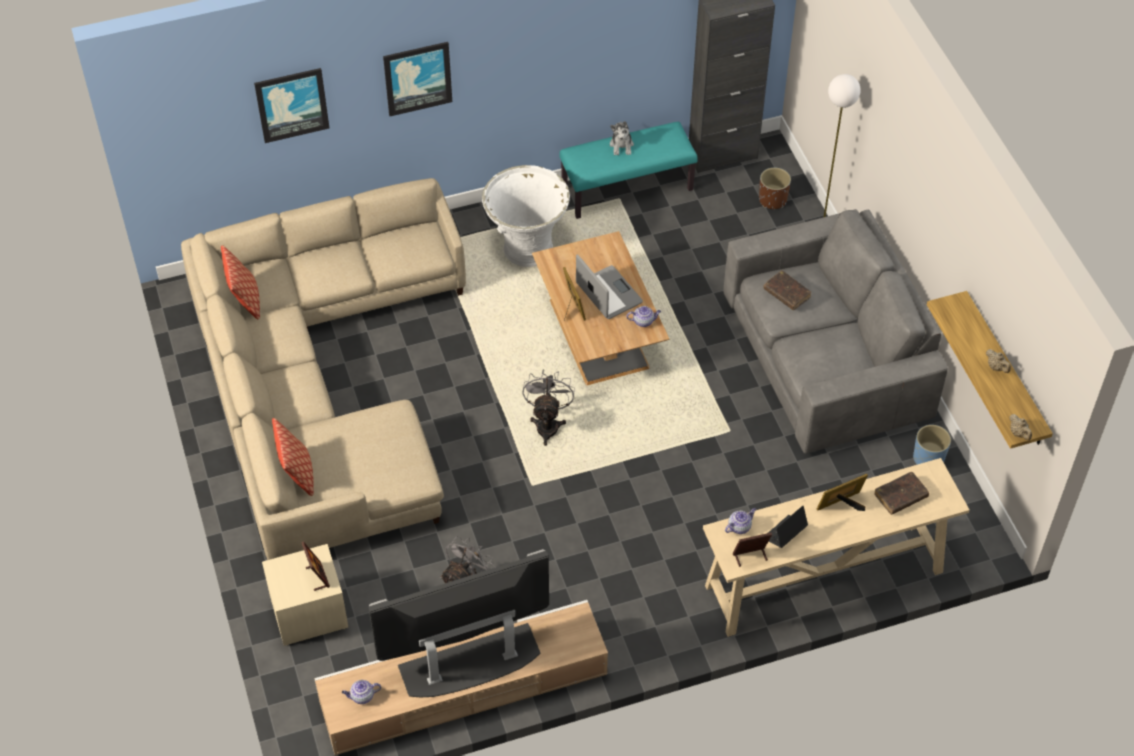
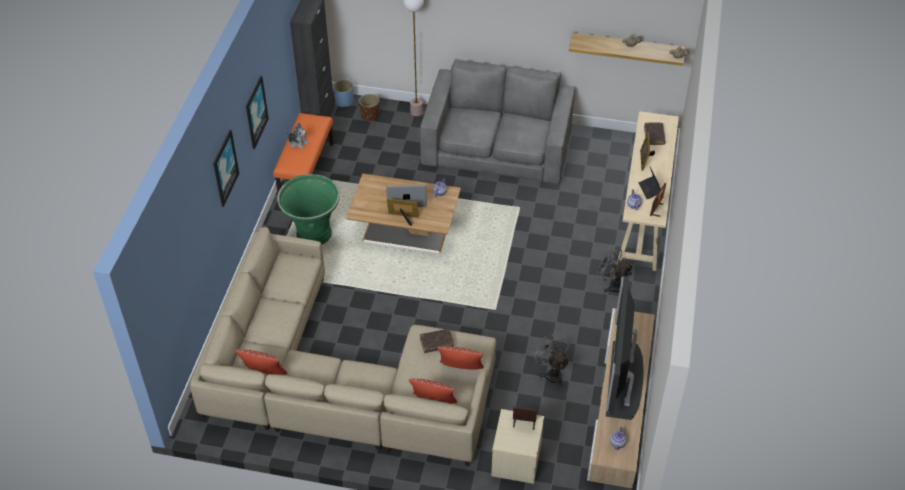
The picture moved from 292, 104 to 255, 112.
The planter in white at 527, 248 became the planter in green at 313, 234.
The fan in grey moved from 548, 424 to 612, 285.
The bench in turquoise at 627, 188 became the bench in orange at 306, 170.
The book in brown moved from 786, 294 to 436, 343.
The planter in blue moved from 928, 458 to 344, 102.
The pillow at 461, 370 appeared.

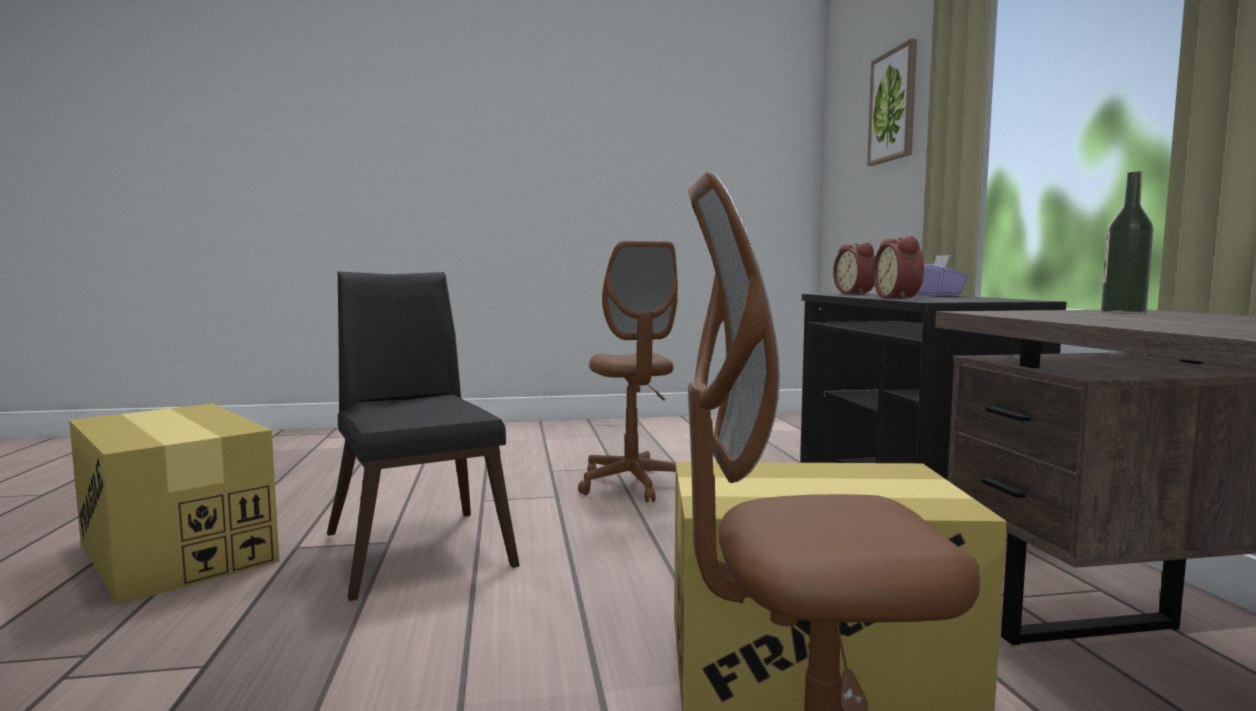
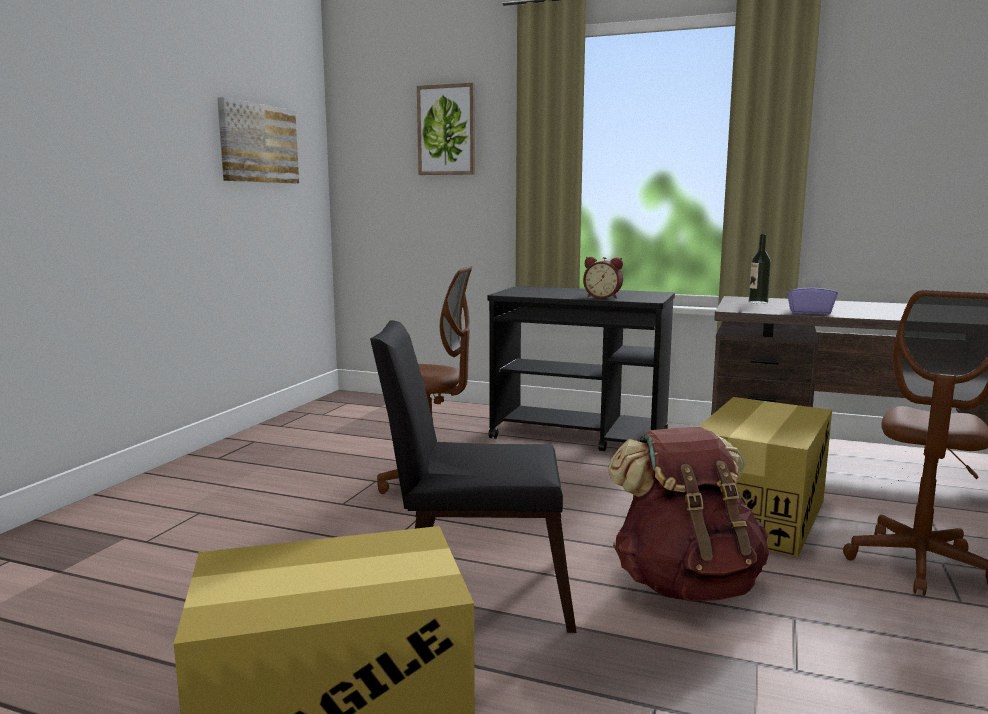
The alarm clock at 856, 293 disappeared.
The tissue box in purple moved from 936, 295 to 809, 312.
The picture at 258, 143 appeared.
The backpack in brown at 685, 583 appeared.

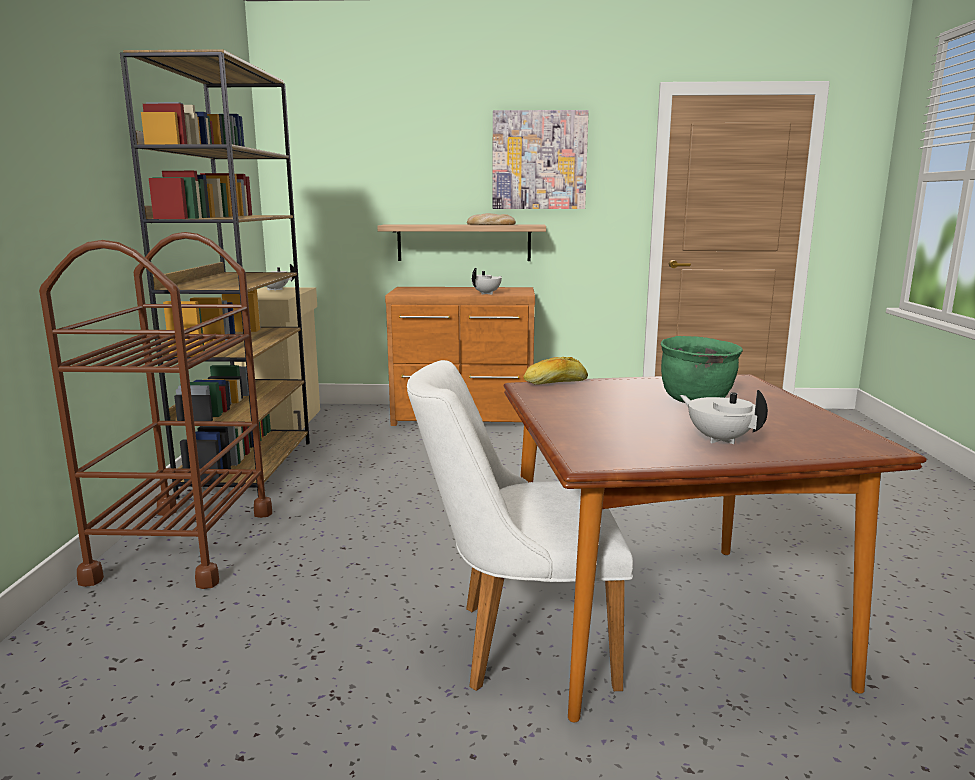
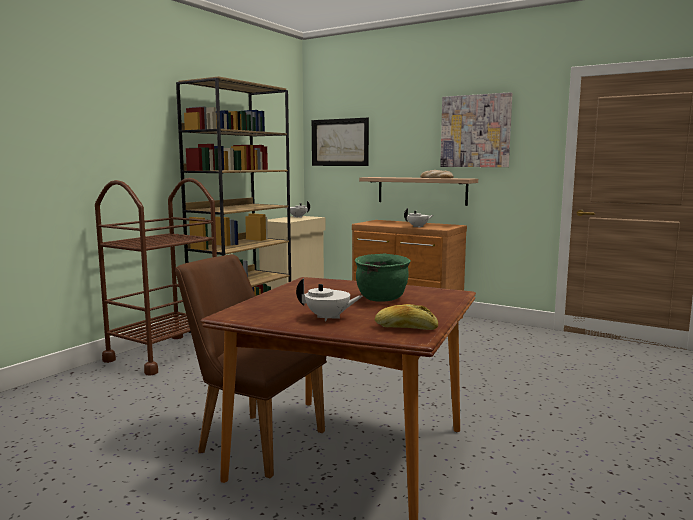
The chair in white at 518, 642 became the chair in brown at 252, 439.
The bread moved from 555, 382 to 405, 328.
The teapot in white at 719, 439 turned 105 degrees clockwise.
The picture at 340, 142 appeared.

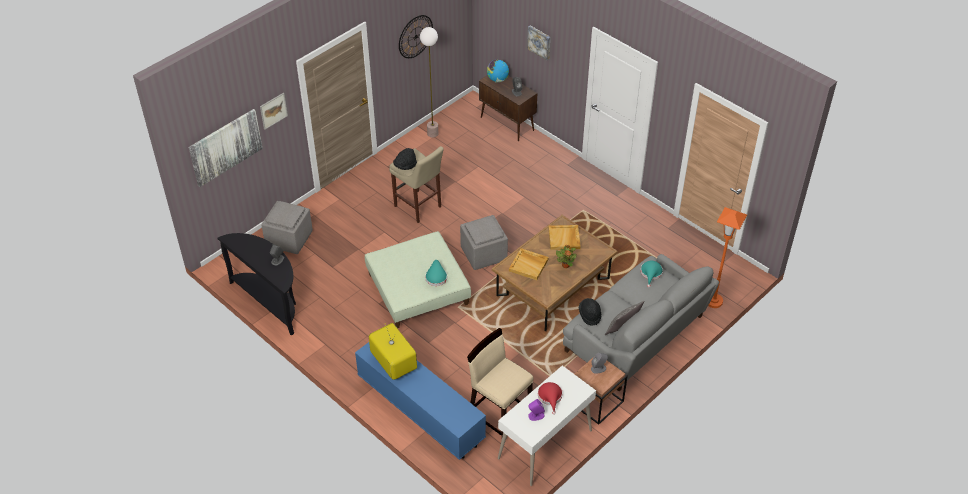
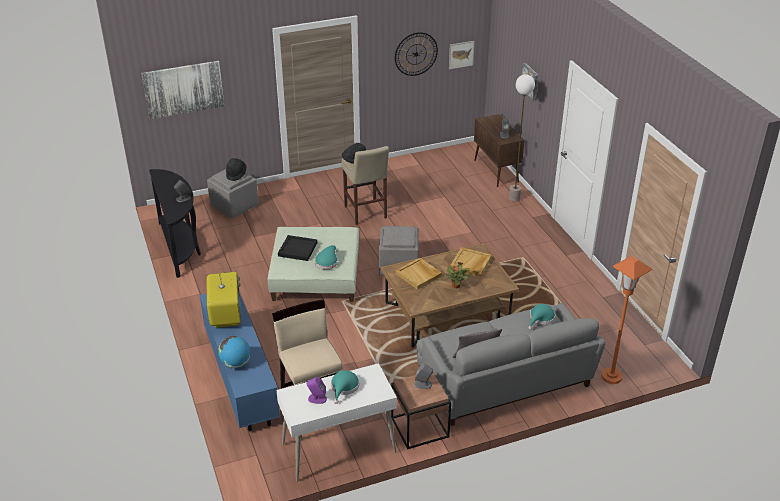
The picture moved from 273, 110 to 461, 54.
The floor lamp moved from 433, 133 to 514, 198.
The globe moved from 497, 79 to 236, 363.
The hat in red at 550, 397 became the hat in turquoise at 344, 387.
The hat in black moved from 590, 315 to 236, 174.
The tray in black at 297, 249 appeared.

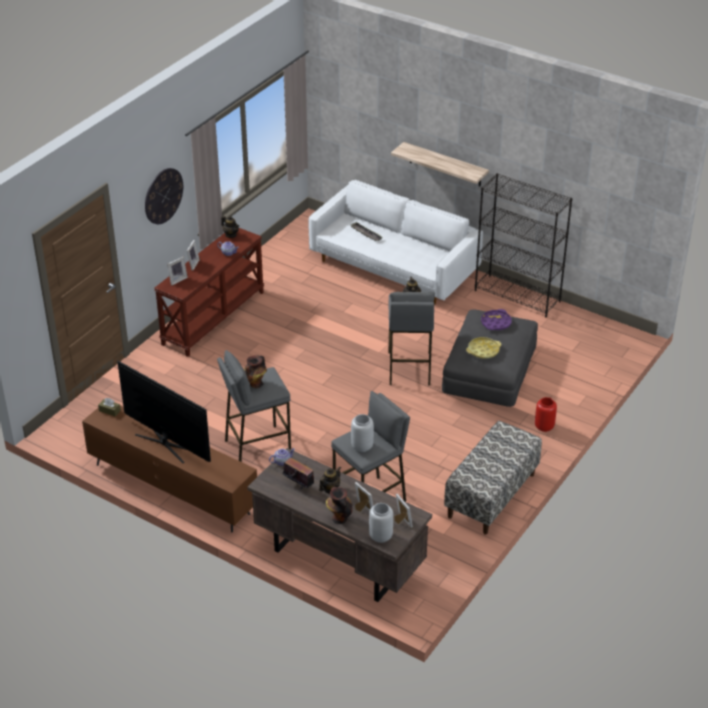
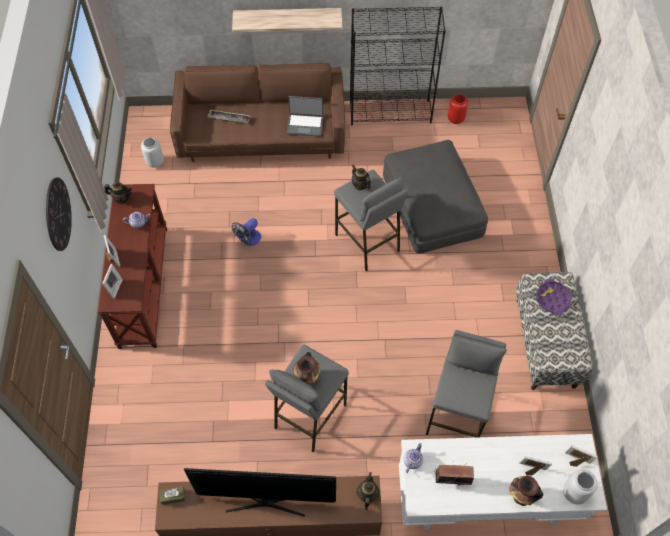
The desk in brown at 338, 560 became the desk in white at 485, 501.
The sofa in white at 394, 267 became the sofa in brown at 262, 135.
The teapot moved from 330, 489 to 367, 495.
The vase in grey moved from 362, 446 to 155, 162.
The tray in yellow at 483, 350 disappeared.
The tray in purple moved from 496, 323 to 552, 299.
The vase in red moved from 544, 427 to 456, 119.
The fan at 248, 240 appeared.
The laptop at 305, 125 appeared.

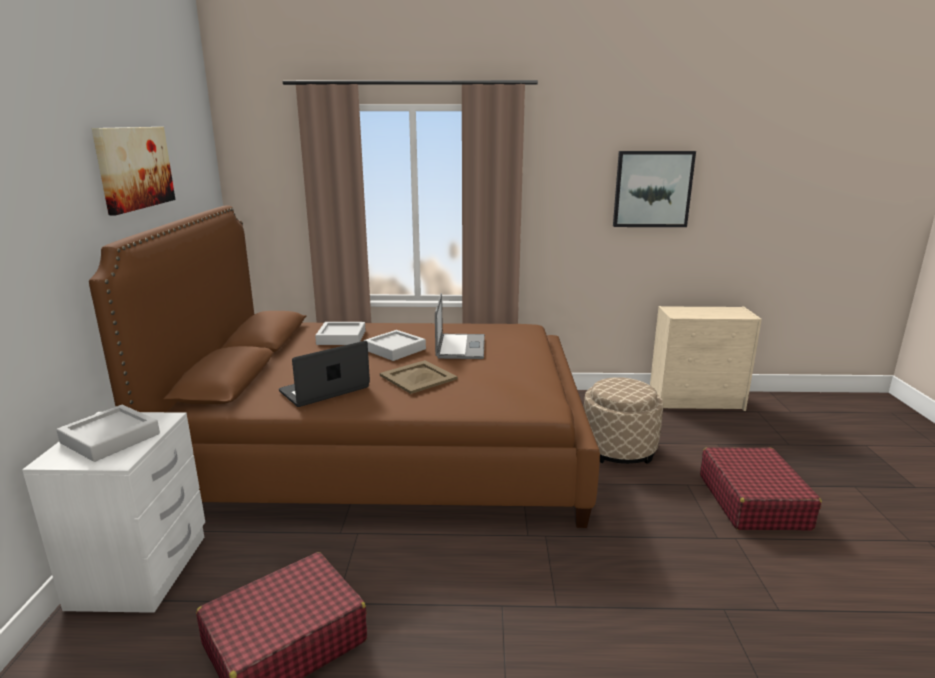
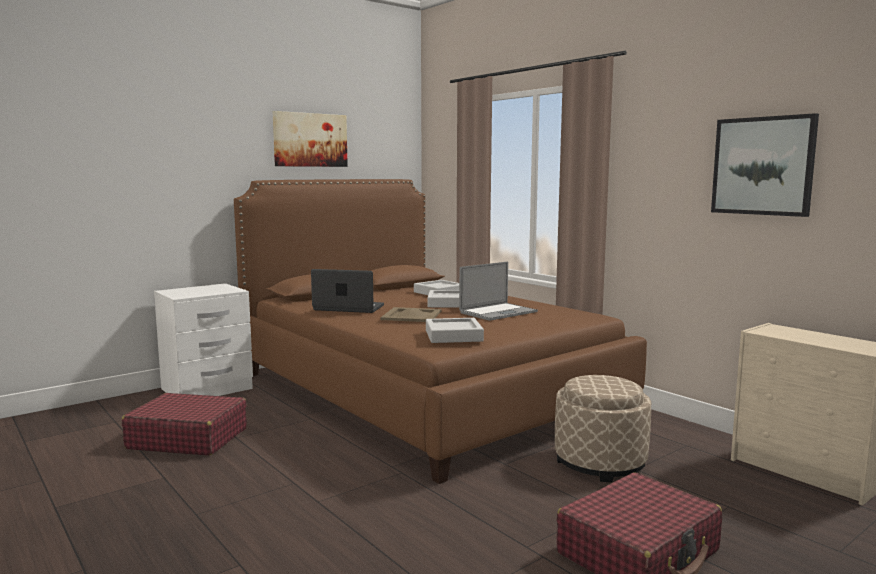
The tray in grey moved from 110, 438 to 453, 336.

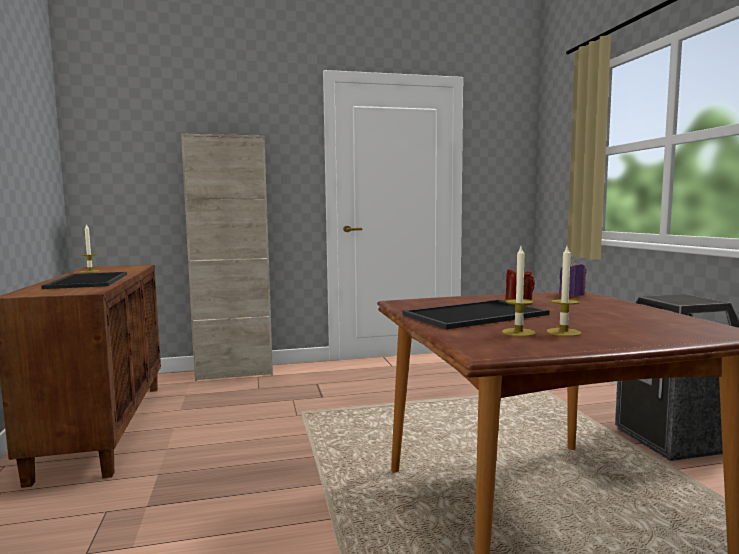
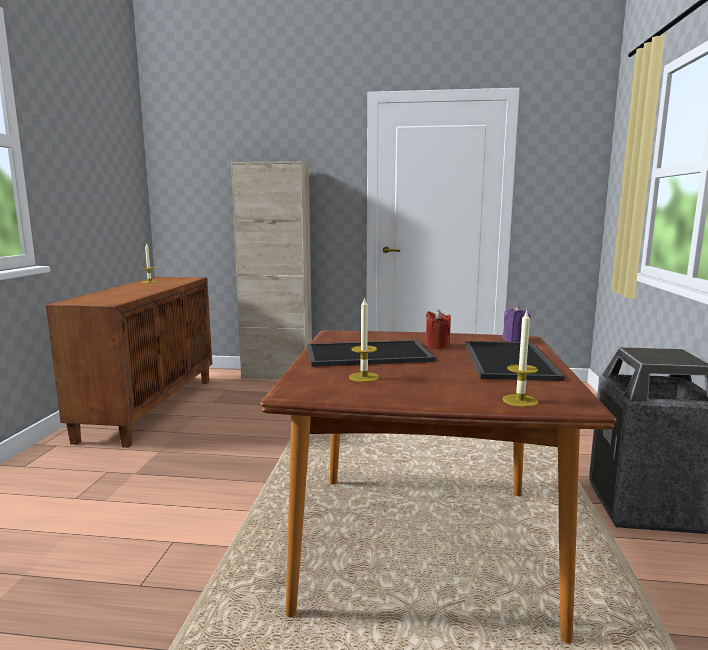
The tray moved from 87, 281 to 506, 360.
The candle moved from 563, 332 to 520, 400.

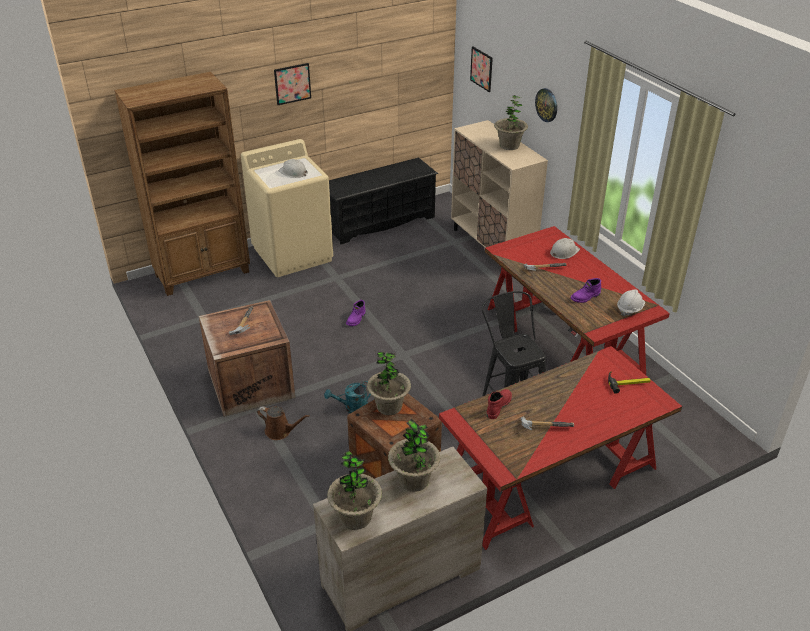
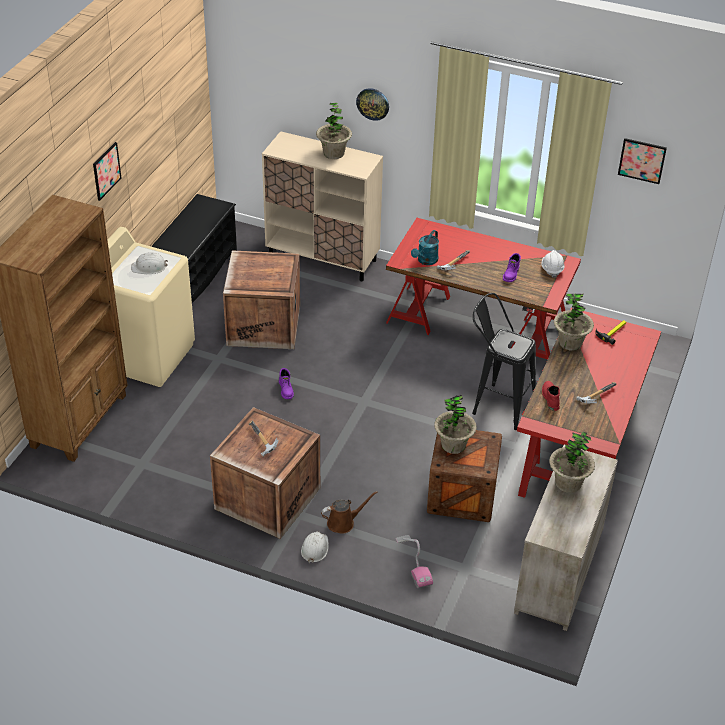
The watering can in turquoise moved from 352, 408 to 425, 261.
The potted plant moved from 356, 517 to 570, 342.
The picture moved from 481, 69 to 642, 160.
The hard hat in white moved from 564, 252 to 314, 548.
The crate at 265, 324 appeared.
The vacuum cleaner at 413, 562 appeared.

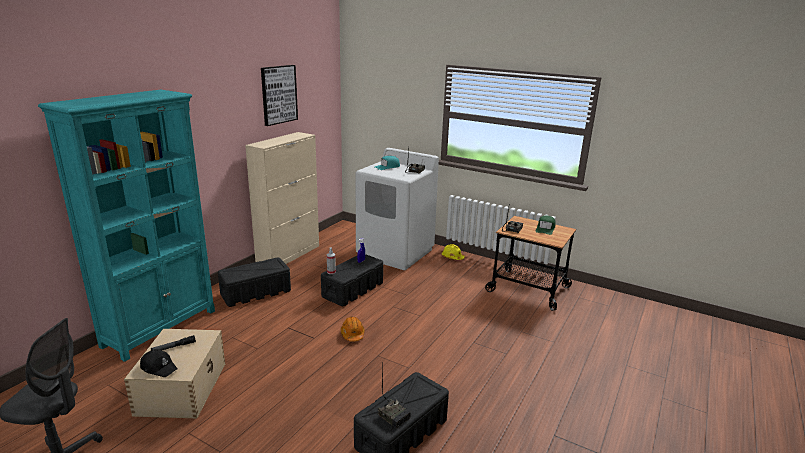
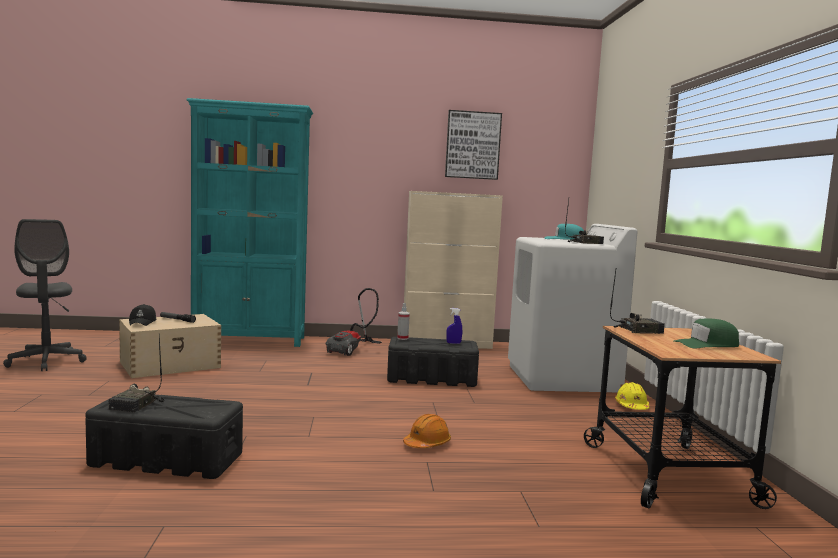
The storage box in black at 255, 293 was replaced by the vacuum cleaner at 353, 350.
The hard hat in orange moved from 352, 334 to 427, 444.

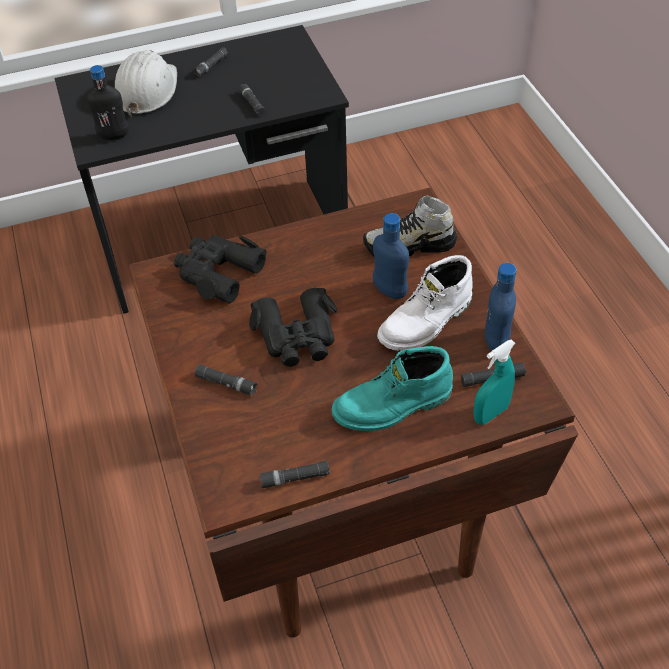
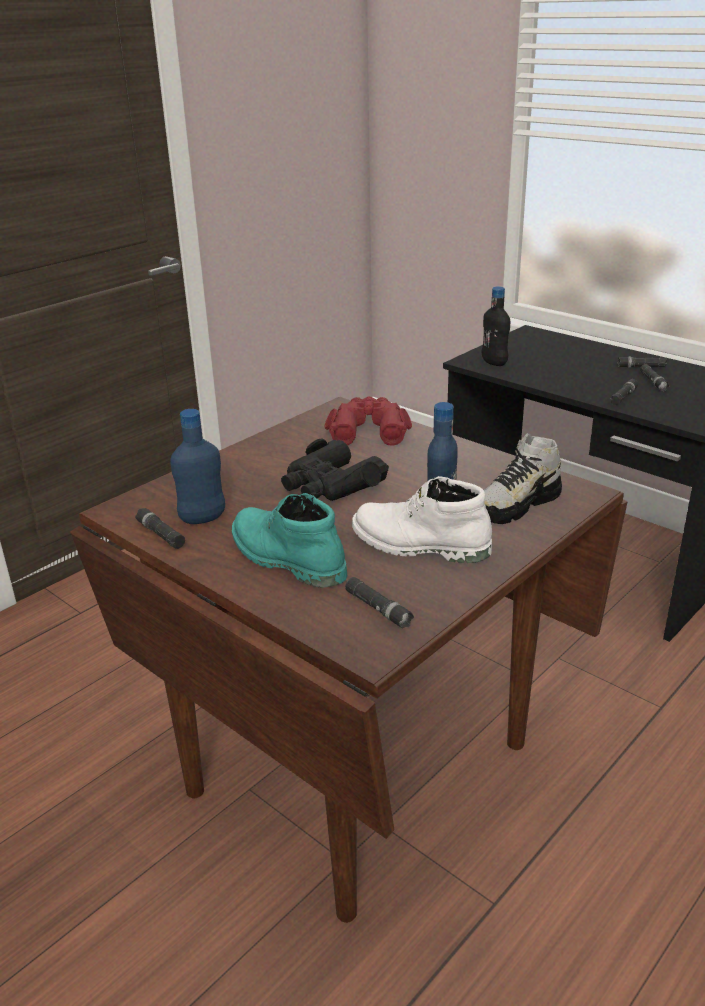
The hard hat in white at 146, 90 disappeared.
The binoculars in black at 218, 273 became the binoculars in red at 368, 429.
The flashlight in black moved from 226, 384 to 653, 382.
The shoe at 409, 246 turned 90 degrees counterclockwise.
The spray bottle in turquoise at 490, 413 disappeared.
The bottle in blue moved from 496, 340 to 203, 519.

